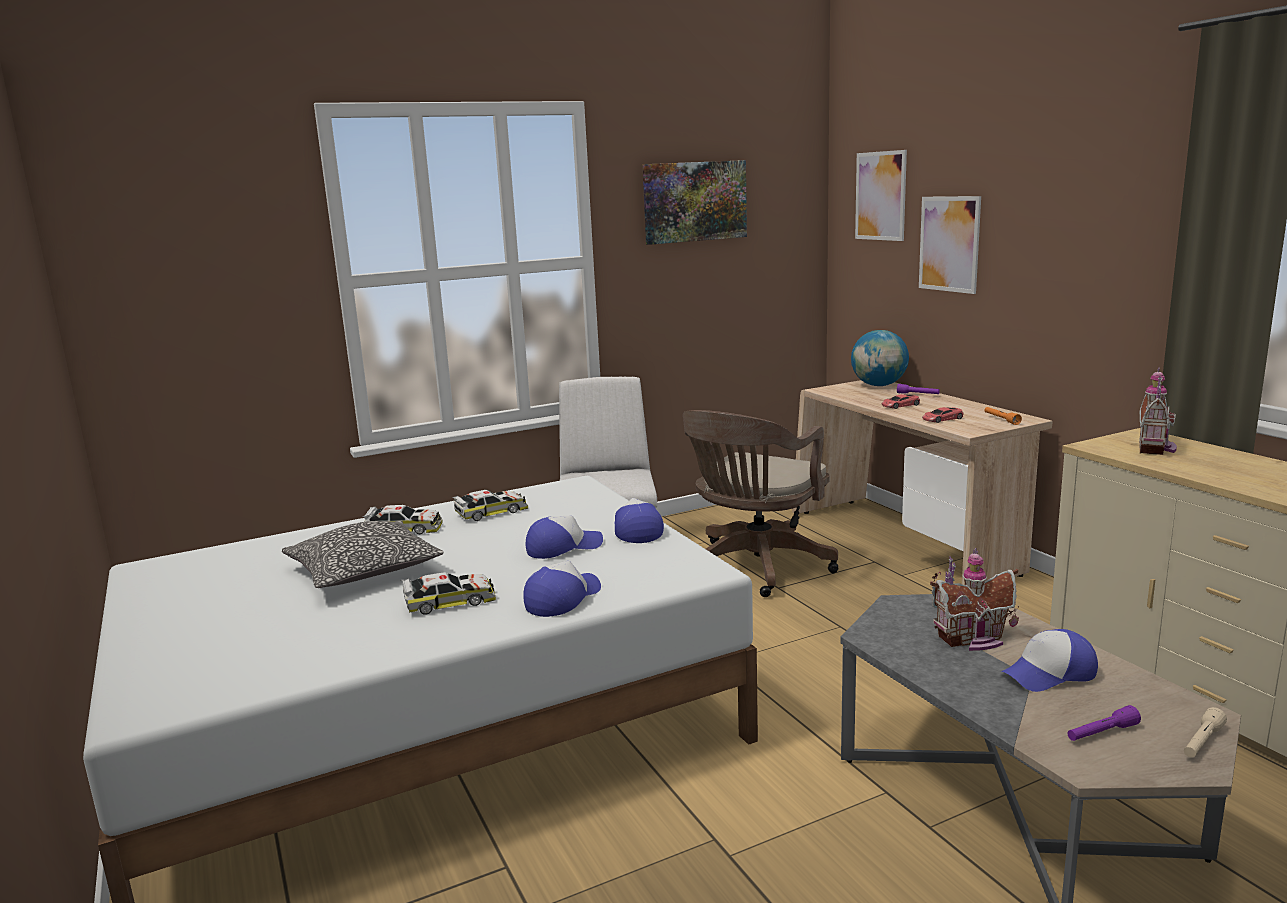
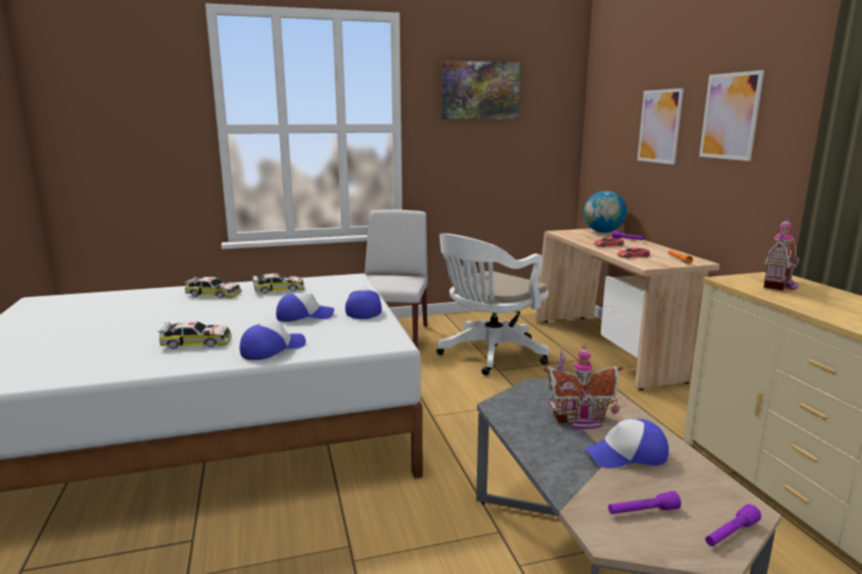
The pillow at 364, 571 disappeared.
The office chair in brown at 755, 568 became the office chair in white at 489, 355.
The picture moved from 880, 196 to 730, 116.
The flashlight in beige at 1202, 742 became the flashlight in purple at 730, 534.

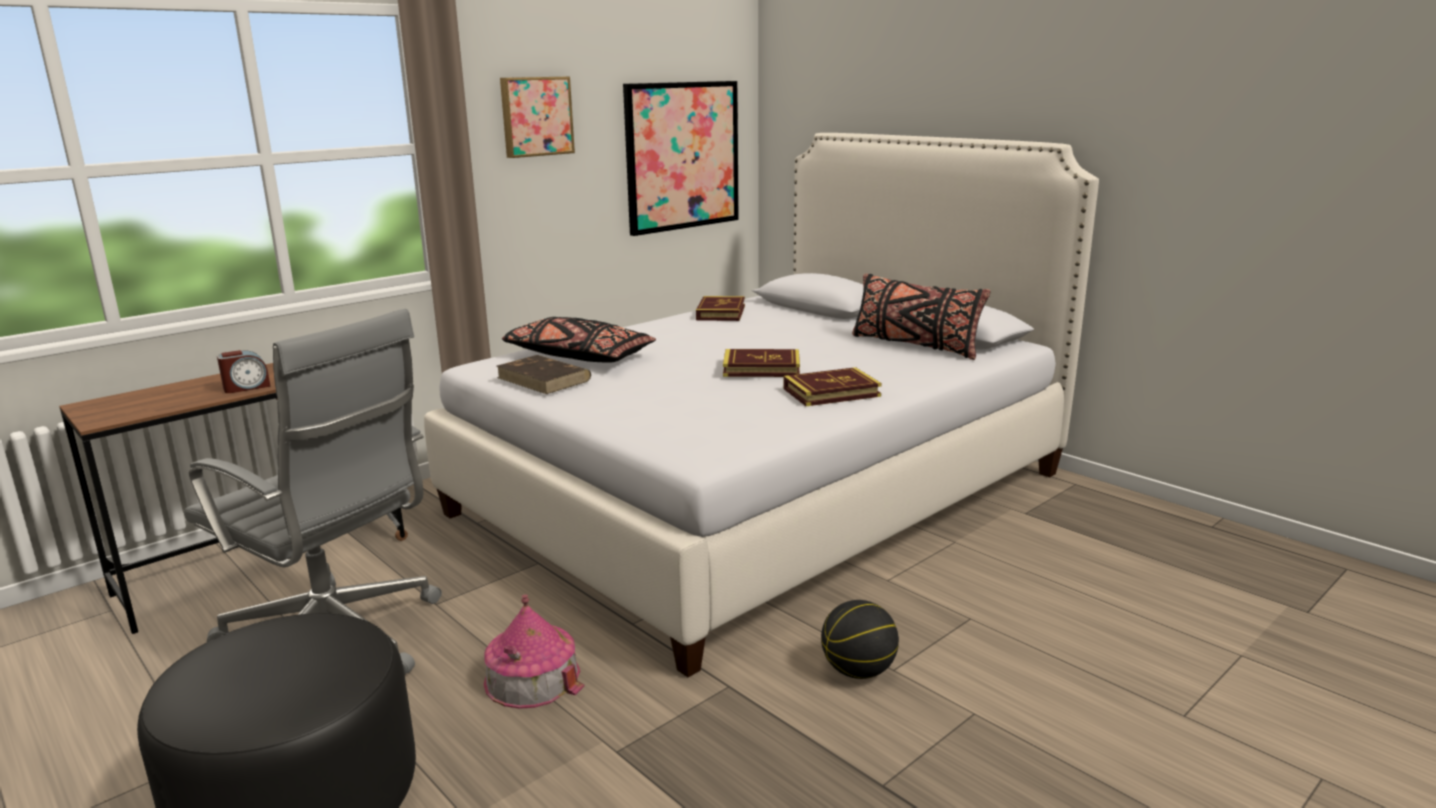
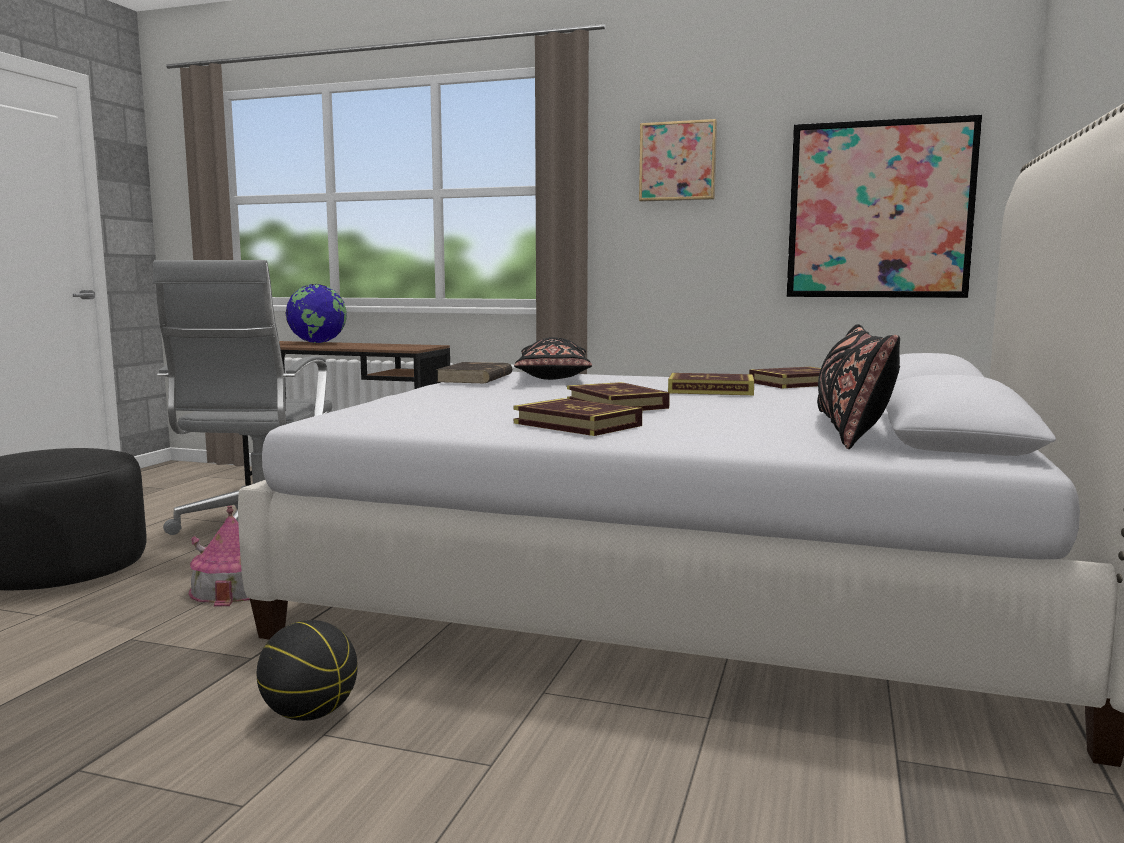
The alarm clock at 246, 387 disappeared.
The globe at 318, 343 appeared.
The book at 711, 390 appeared.

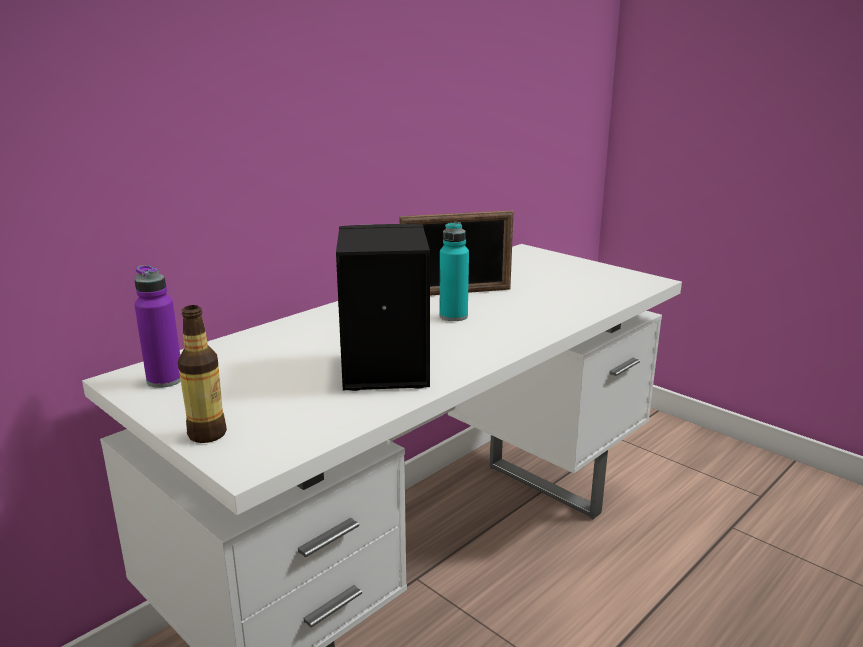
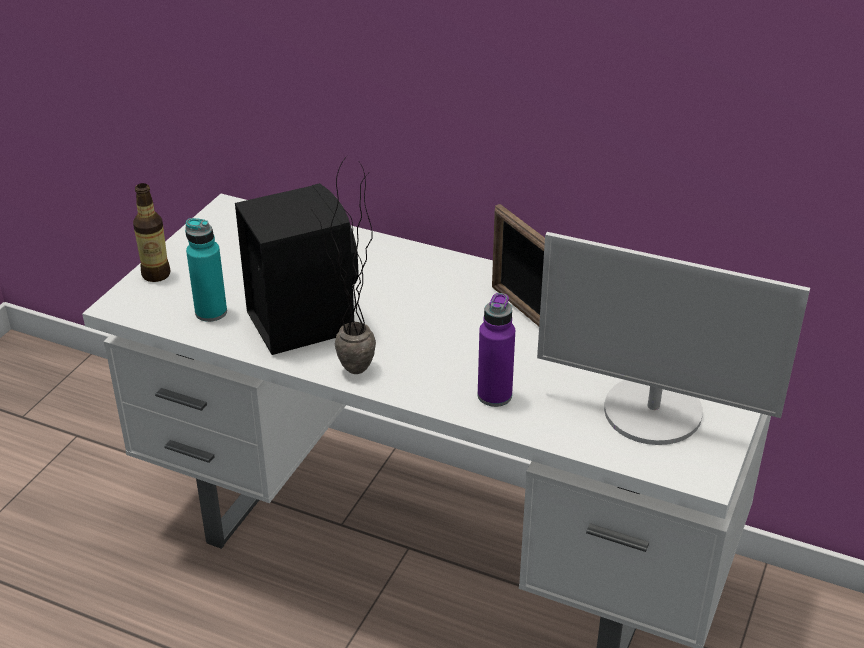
The bottle in purple moved from 165, 380 to 494, 395.
The bottle in turquoise moved from 453, 316 to 211, 312.
The potted plant at 350, 376 appeared.
The monitor at 653, 412 appeared.

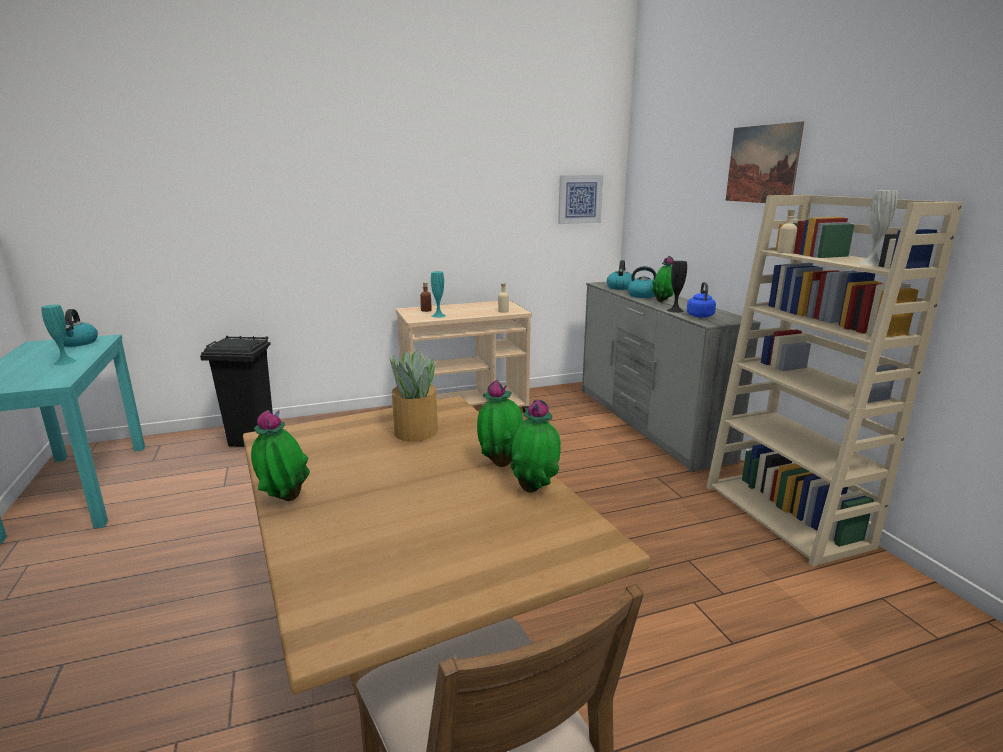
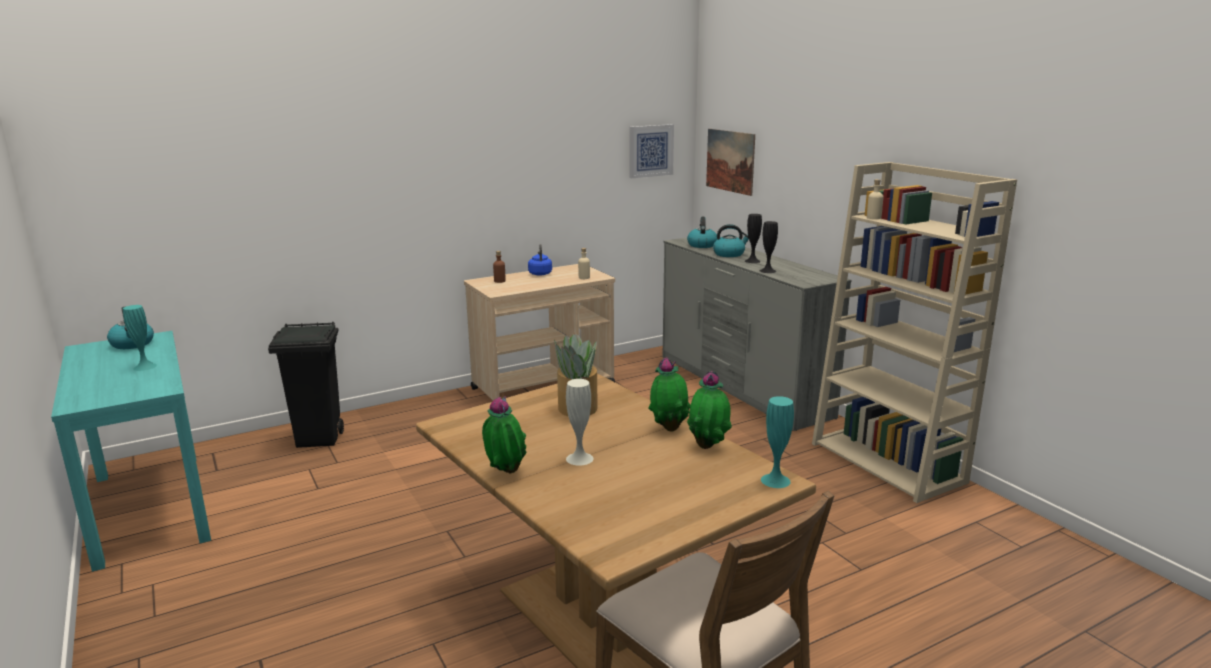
The vase in turquoise moved from 438, 315 to 775, 480.
The potted plant at 663, 302 was replaced by the vase in black at 752, 261.
The kettle in blue moved from 699, 315 to 540, 273.
The picture moved from 762, 164 to 730, 161.
The vase in white moved from 871, 263 to 579, 458.

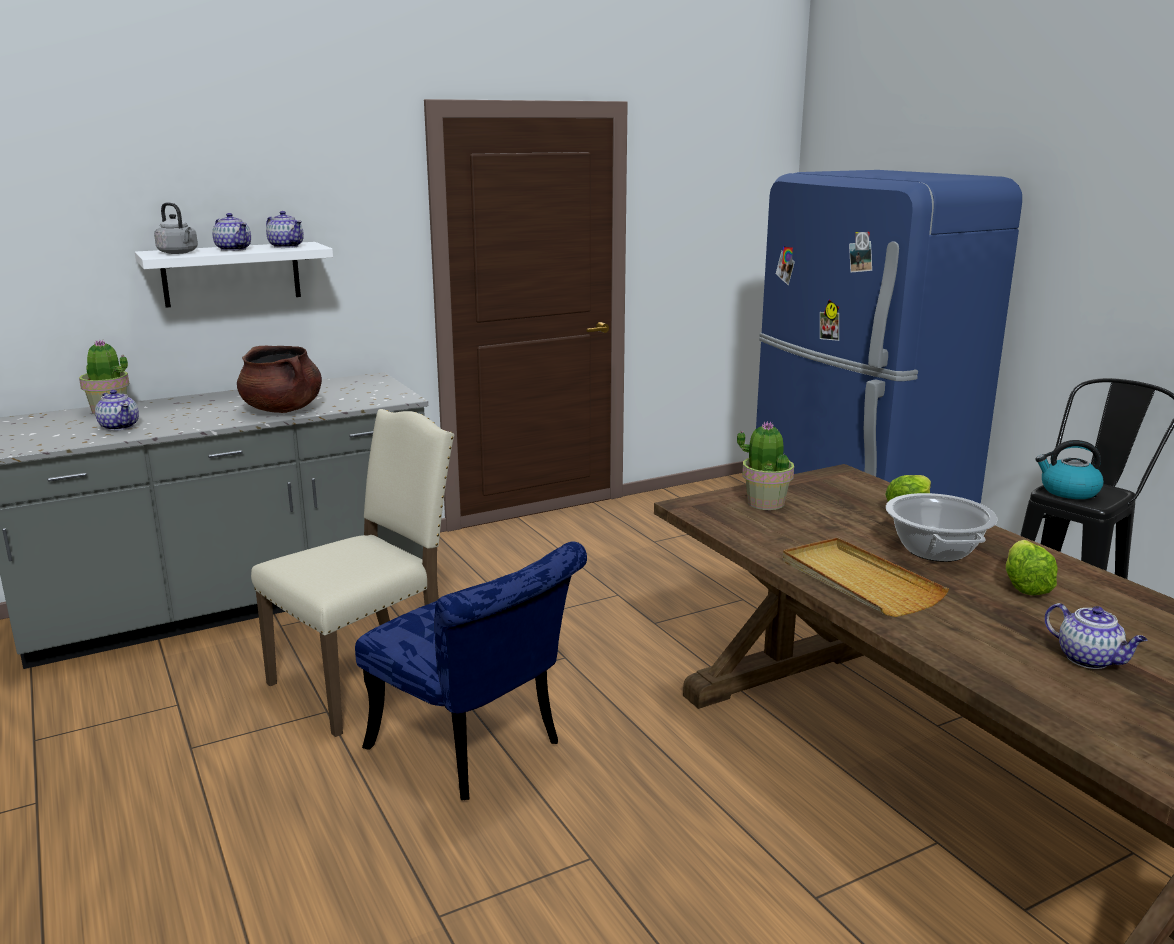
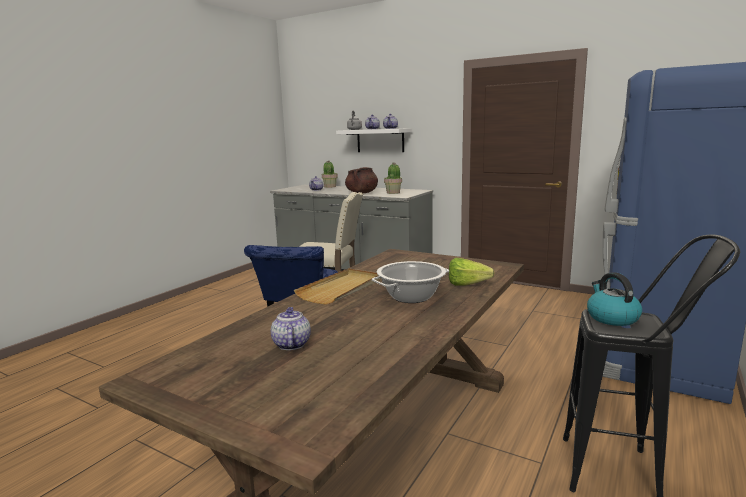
The potted plant moved from 765, 503 to 393, 193.
The lettuce at 1025, 582 disappeared.
The teapot at 1089, 659 turned 150 degrees clockwise.

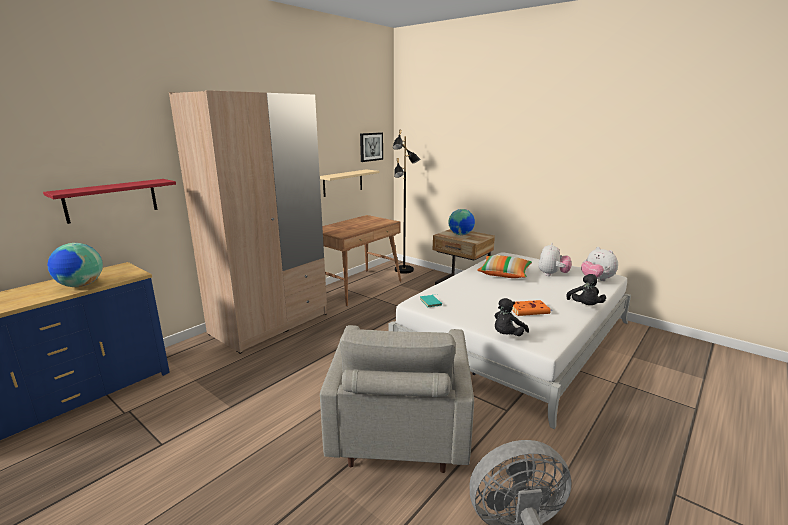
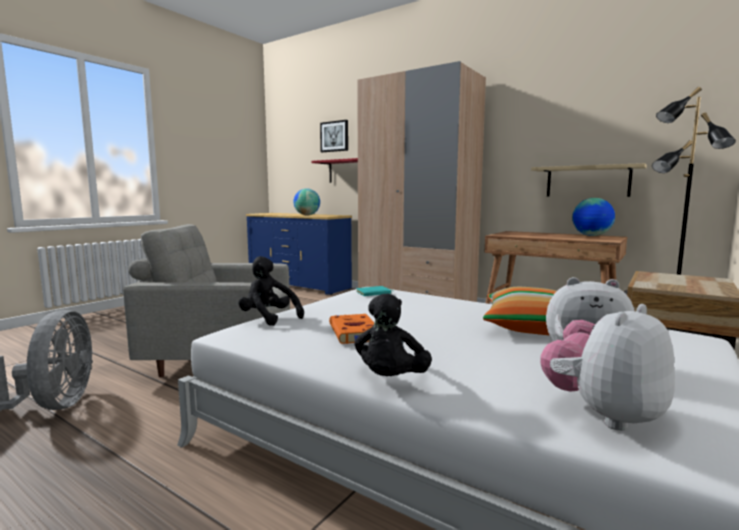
The picture moved from 371, 146 to 334, 136.
The globe moved from 461, 234 to 592, 236.
The plush toy in black at 585, 306 turned 75 degrees counterclockwise.

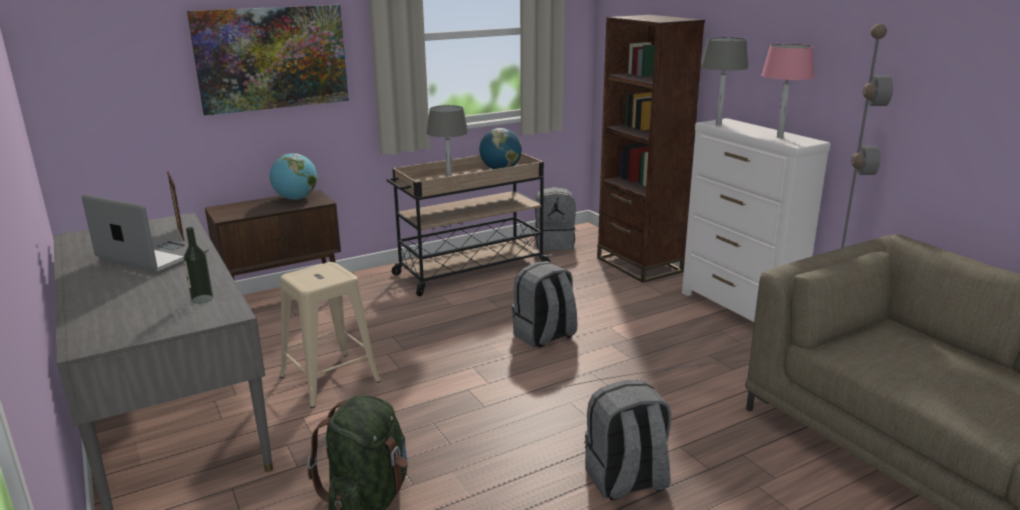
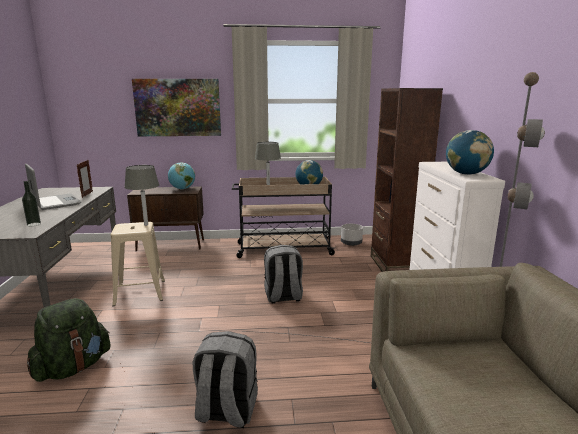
The backpack in grey at 554, 244 was replaced by the planter in grey at 351, 243.
The table lamp in grey moved from 718, 124 to 146, 225.
The table lamp in pink at 780, 137 was replaced by the globe at 466, 174.

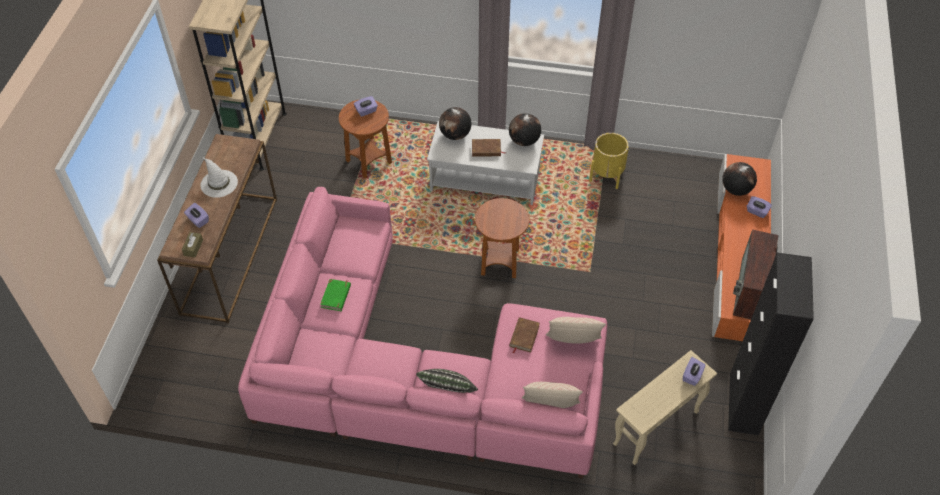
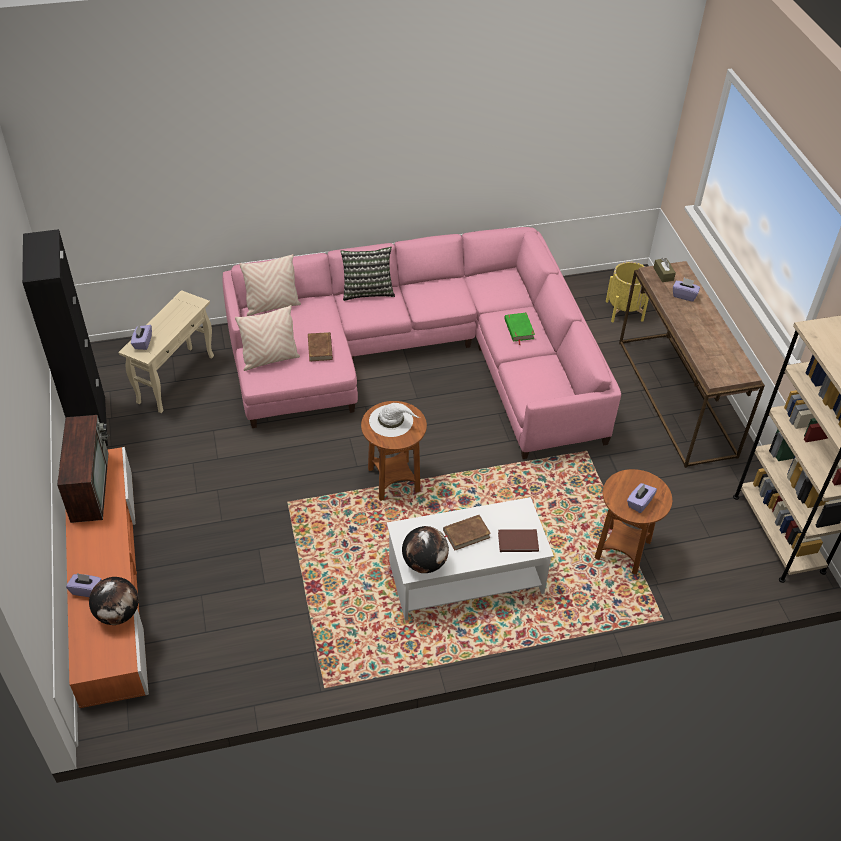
The hat in white moved from 218, 183 to 391, 421.
The globe at 455, 135 was replaced by the book in brown at 517, 541.
The planter in yellow moved from 607, 175 to 624, 311.

